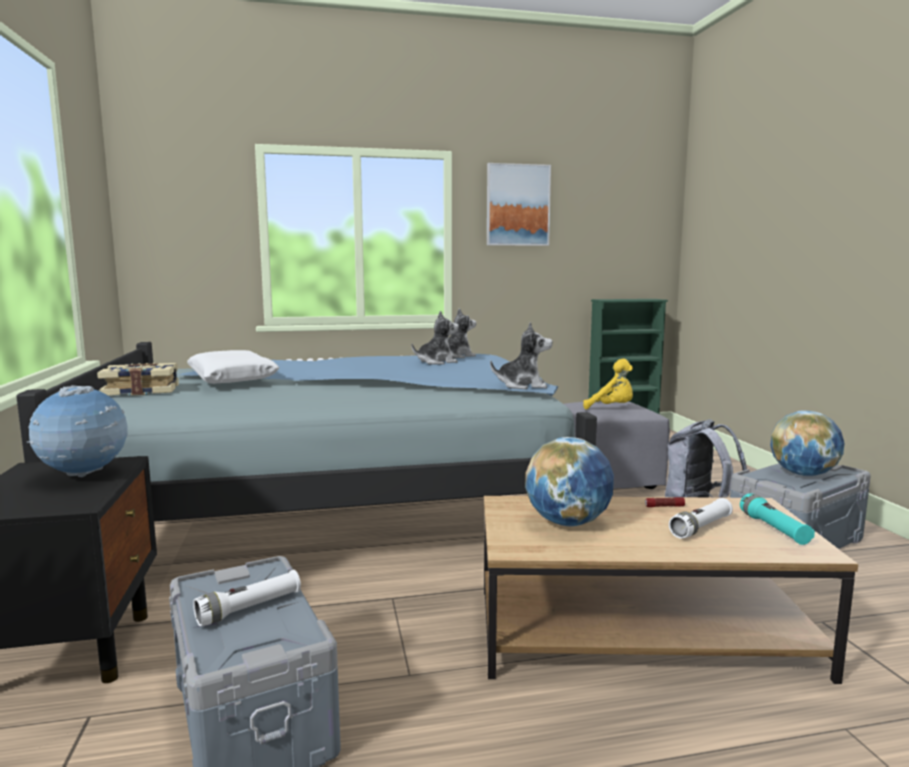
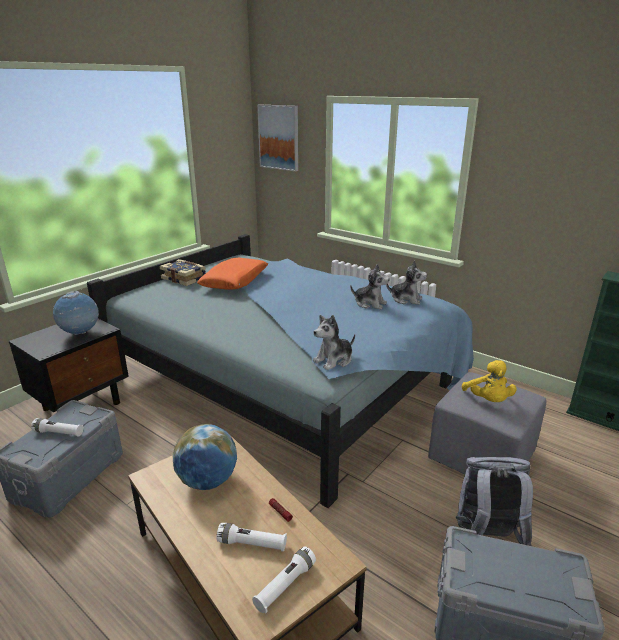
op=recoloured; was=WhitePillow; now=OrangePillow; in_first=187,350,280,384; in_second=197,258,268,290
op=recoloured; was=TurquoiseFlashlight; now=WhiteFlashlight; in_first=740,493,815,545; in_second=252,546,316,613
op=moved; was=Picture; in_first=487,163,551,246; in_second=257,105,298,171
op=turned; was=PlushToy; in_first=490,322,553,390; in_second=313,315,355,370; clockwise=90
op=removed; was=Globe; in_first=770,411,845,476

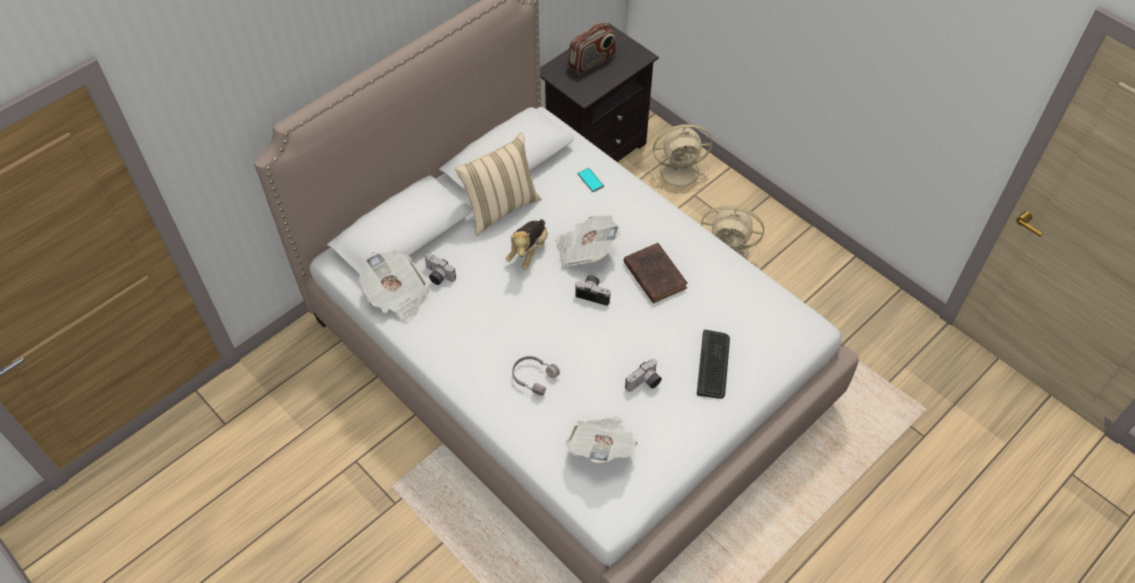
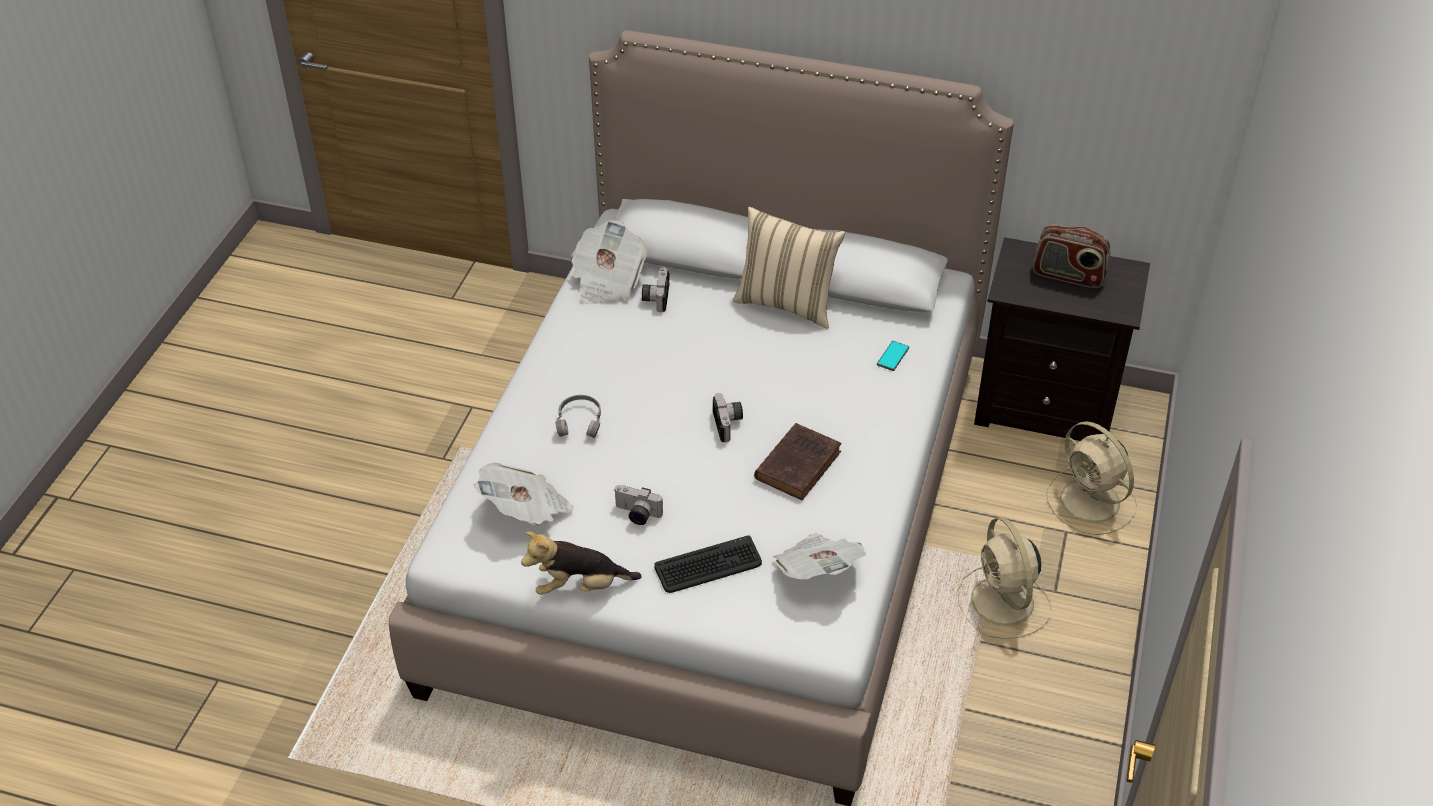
op=moved; was=PlushToy; in_first=506,219,548,270; in_second=521,531,642,595
op=moved; was=Newspaper; in_first=555,215,620,266; in_second=773,533,866,580

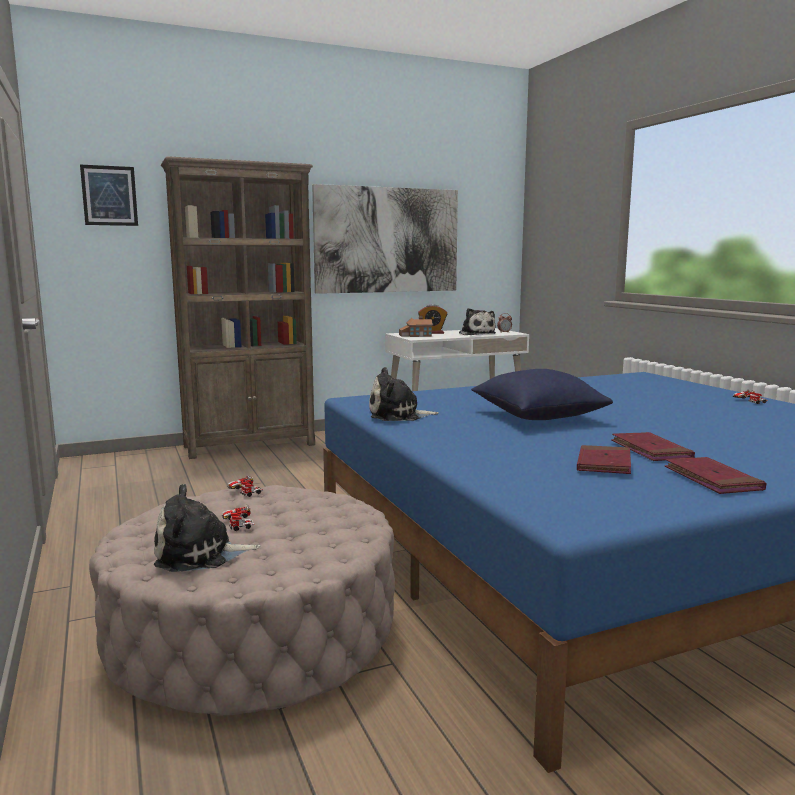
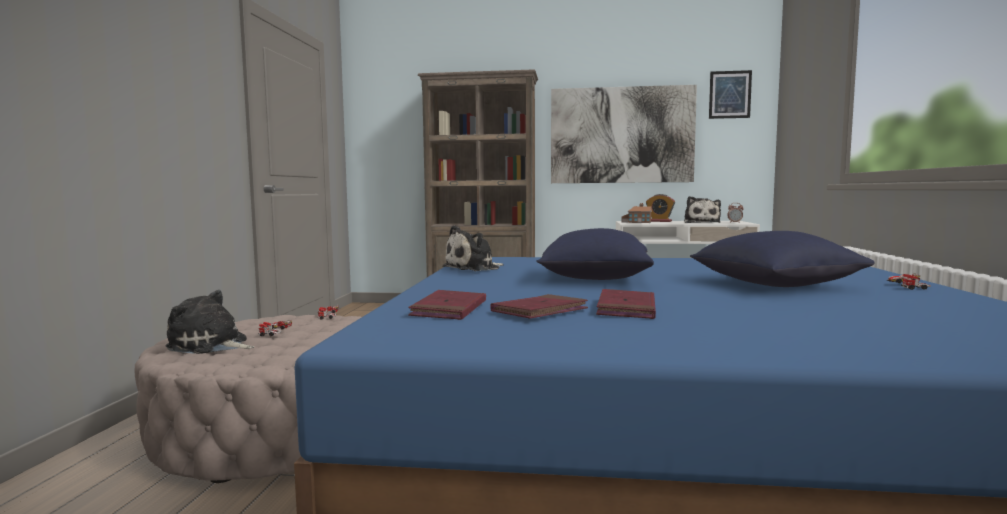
op=moved; was=RedBook; in_first=665,457,767,494; in_second=408,290,486,320
op=turned; was=PlushToy; in_first=369,367,439,421; in_second=442,225,504,271; clockwise=-60
op=added; now=BluePillow; in_second=690,231,875,287
op=moved; was=Picture; in_first=80,165,138,226; in_second=709,70,752,119

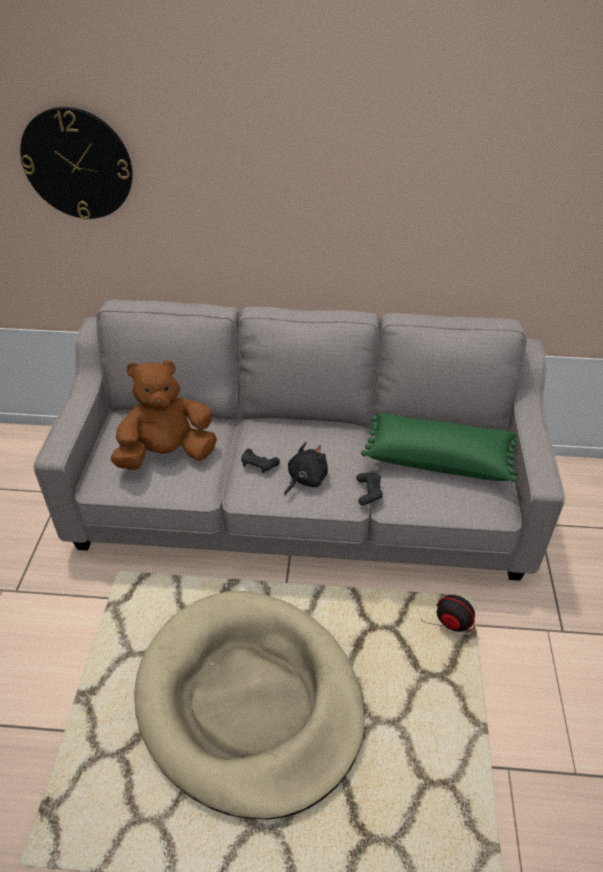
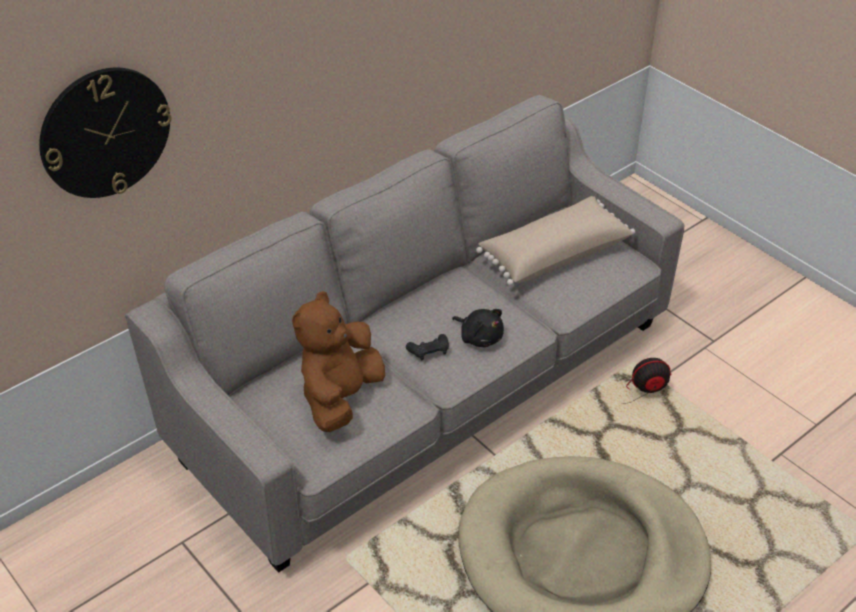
op=turned; was=BlackPlushToy; in_first=284,442,328,495; in_second=452,309,504,347; clockwise=135
op=recoloured; was=GreenPillow; now=BeigePillow; in_first=361,413,517,482; in_second=476,196,635,286
op=removed; was=BlackGameController; in_first=356,473,383,506

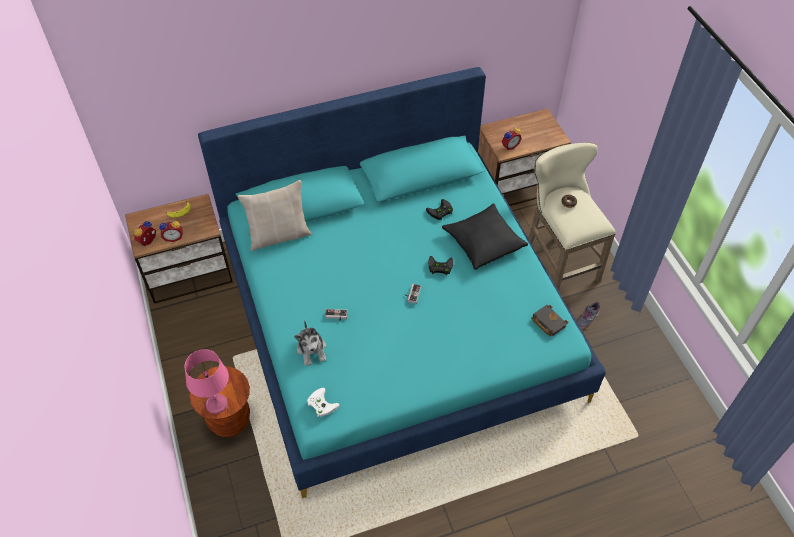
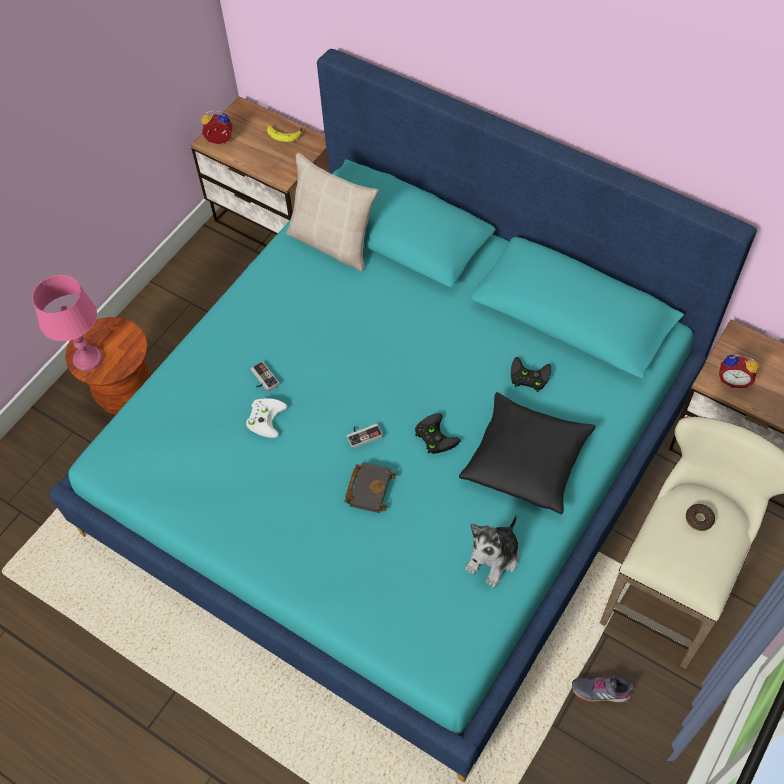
op=moved; was=WhiteGameController; in_first=307,388,339,417; in_second=246,398,287,438
op=moved; was=BlackBook; in_first=531,305,569,336; in_second=344,462,396,513
op=moved; was=PlushToy; in_first=294,320,327,366; in_second=465,515,519,587
op=removed; was=AlarmClock; in_first=159,220,183,242

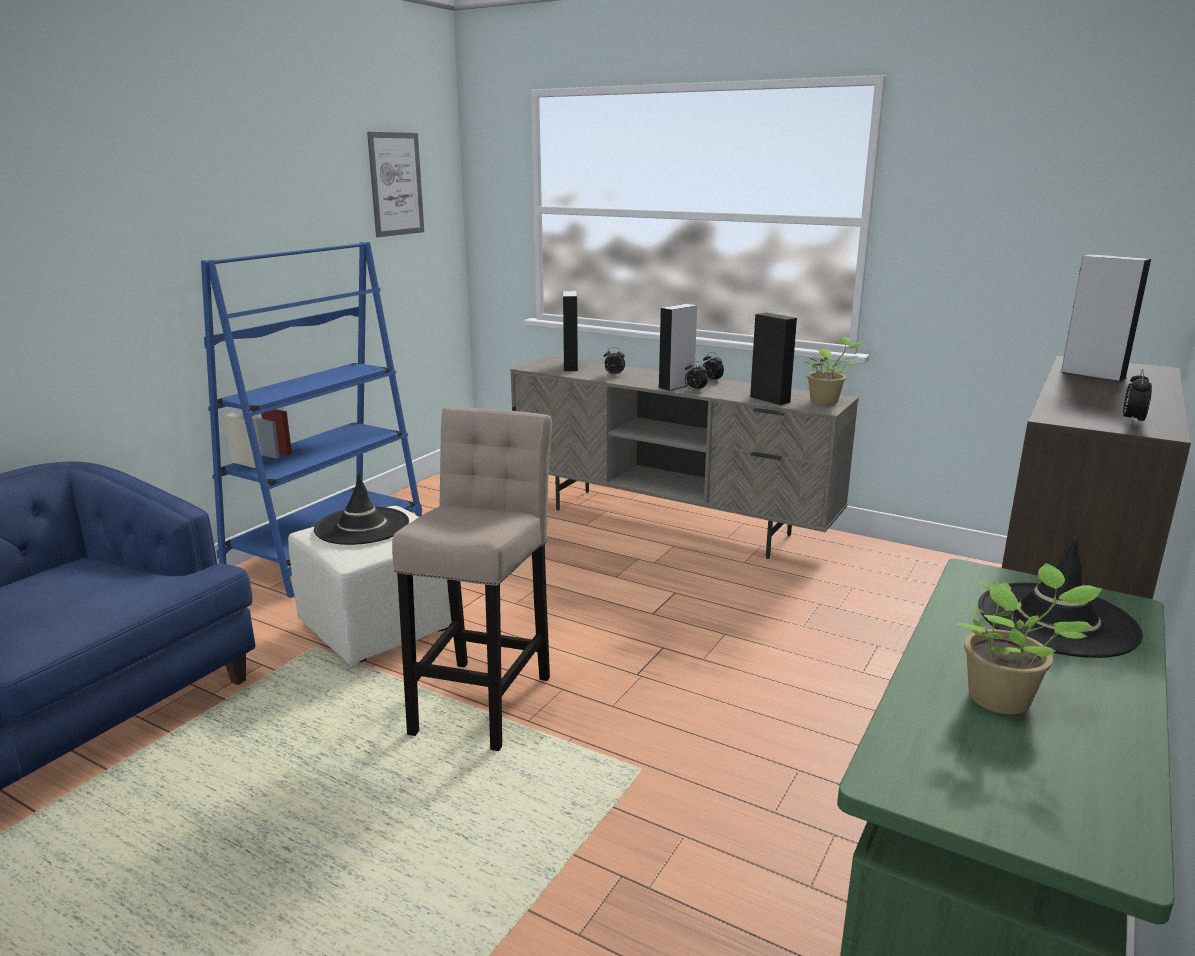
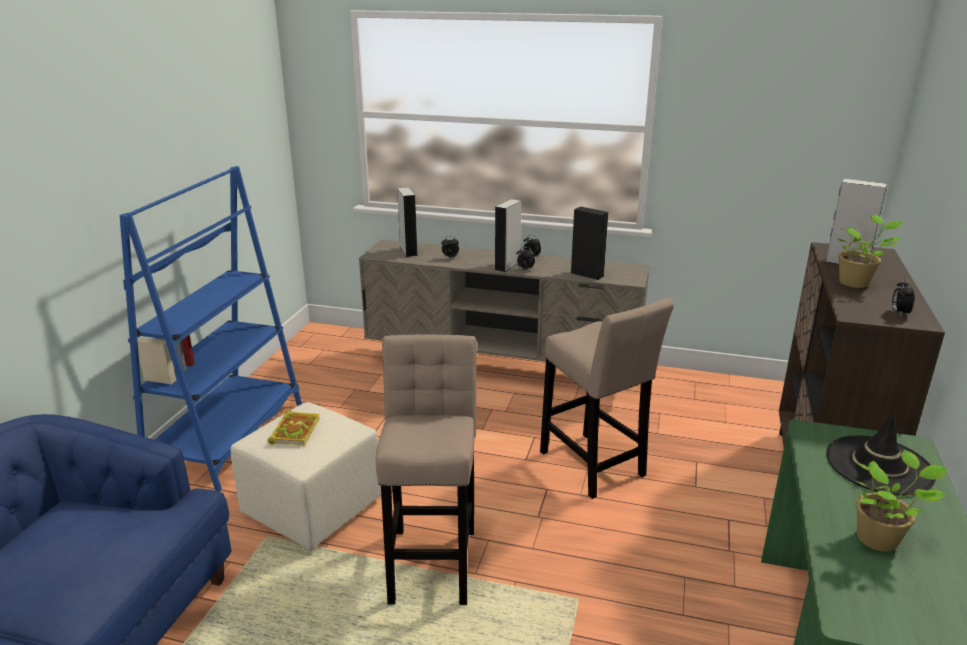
op=replaced; was=BlackHat; now=Book; in_first=314,473,409,545; in_second=267,410,320,445
op=added; now=BeigeStool; in_second=540,298,674,499
op=moved; was=PottedPlant; in_first=804,336,863,405; in_second=837,214,903,288
op=removed; was=Picture; in_first=367,132,424,237

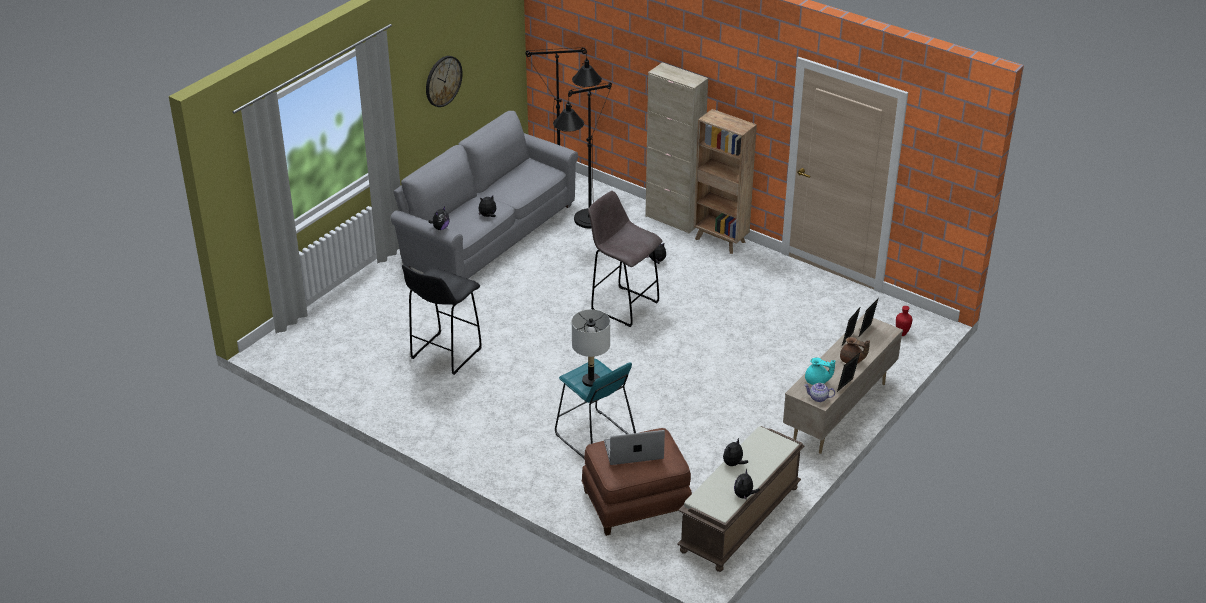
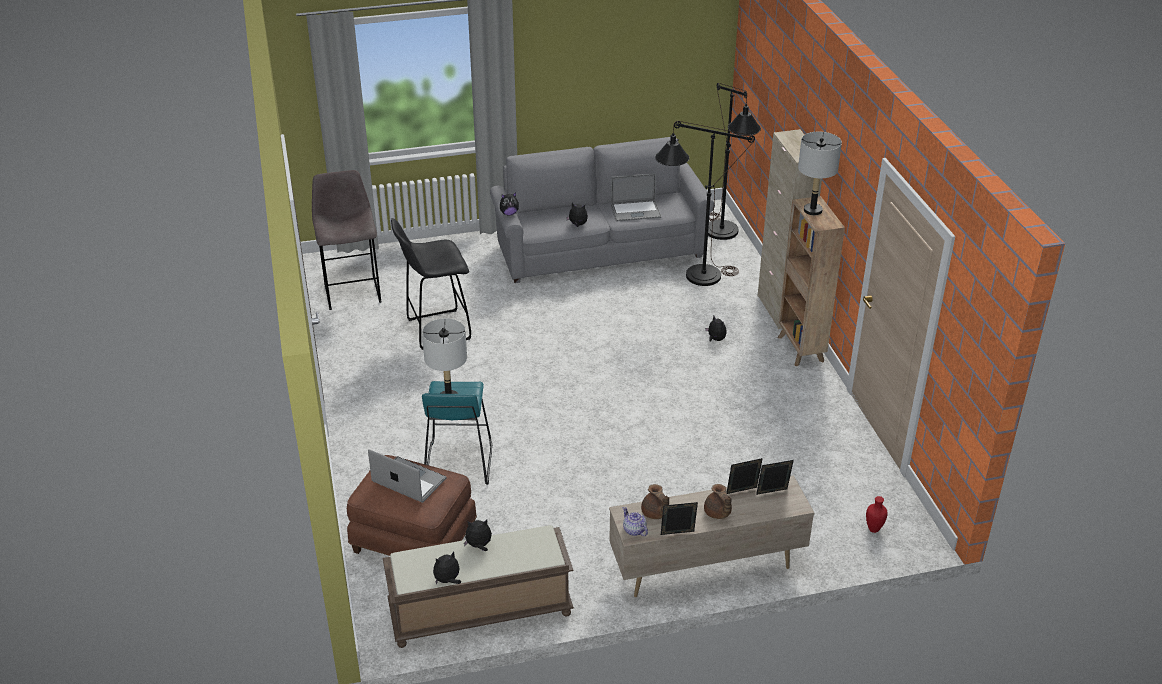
op=moved; was=GreyStool; in_first=588,191,662,327; in_second=312,170,382,310
op=added; now=Laptop; in_second=610,173,661,222
op=recoloured; was=TurquoiseTeapot; now=BrownTeapot; in_first=805,358,835,385; in_second=641,484,669,519
op=added; now=GreyTableLamp; in_second=798,132,842,215
op=removed; was=WallClock; in_first=426,56,463,107

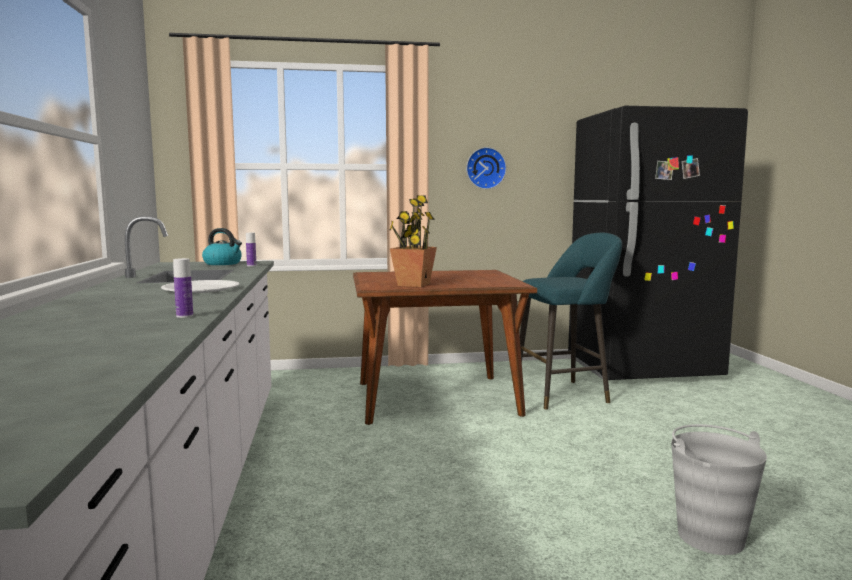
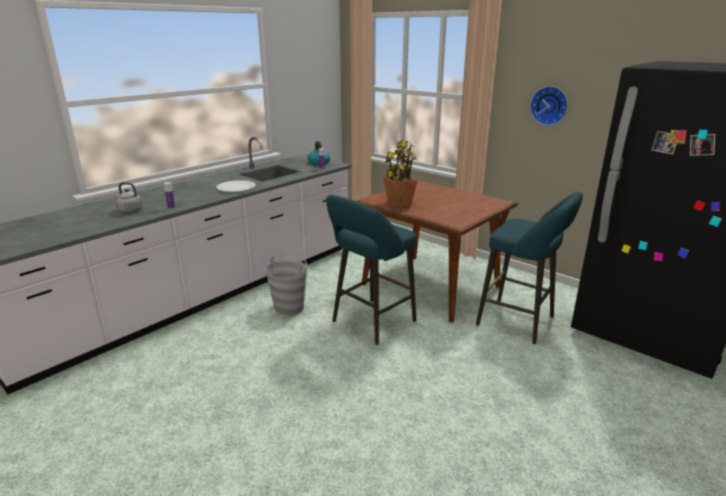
op=added; now=GreyKettle; in_second=112,182,143,213
op=moved; was=GreyBucket; in_first=671,424,767,555; in_second=266,257,307,316
op=added; now=TurquoiseStool; in_second=326,195,416,345

